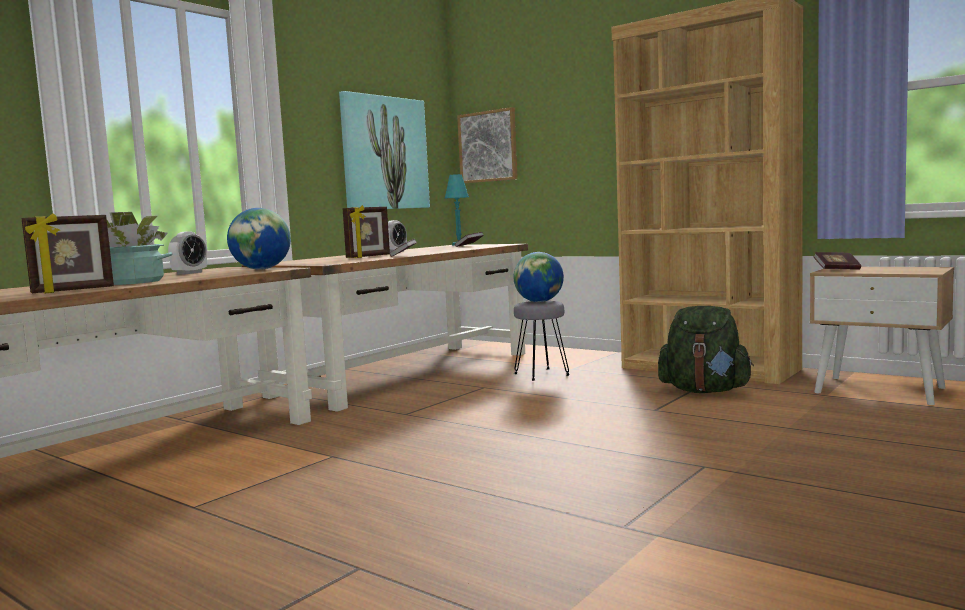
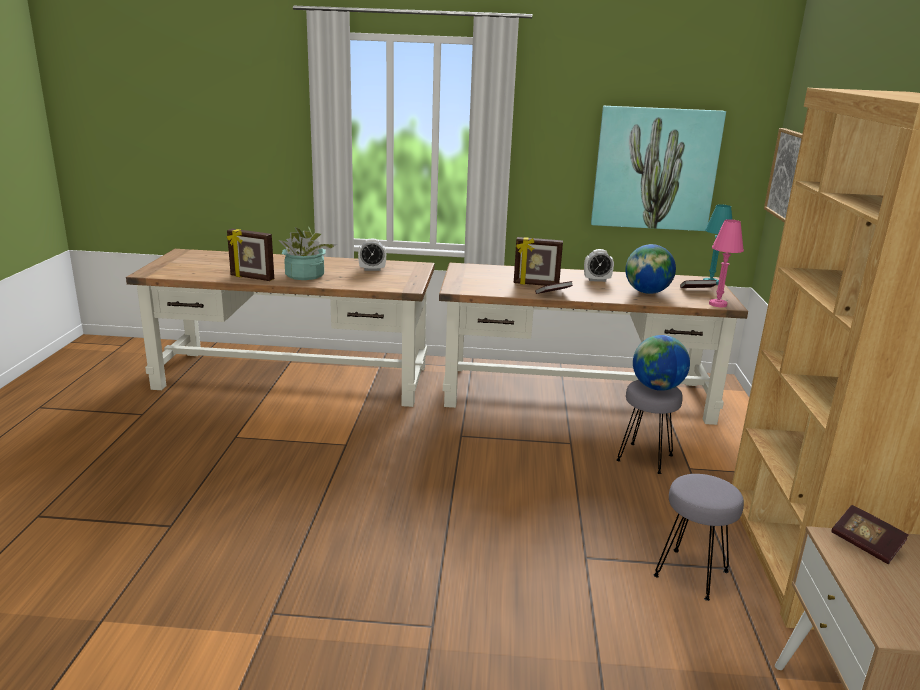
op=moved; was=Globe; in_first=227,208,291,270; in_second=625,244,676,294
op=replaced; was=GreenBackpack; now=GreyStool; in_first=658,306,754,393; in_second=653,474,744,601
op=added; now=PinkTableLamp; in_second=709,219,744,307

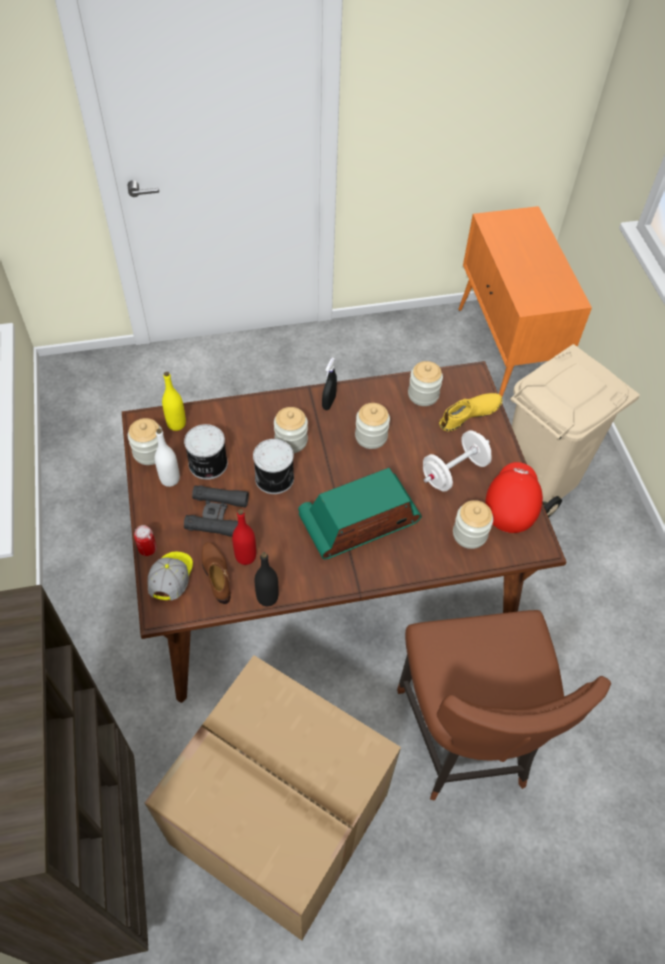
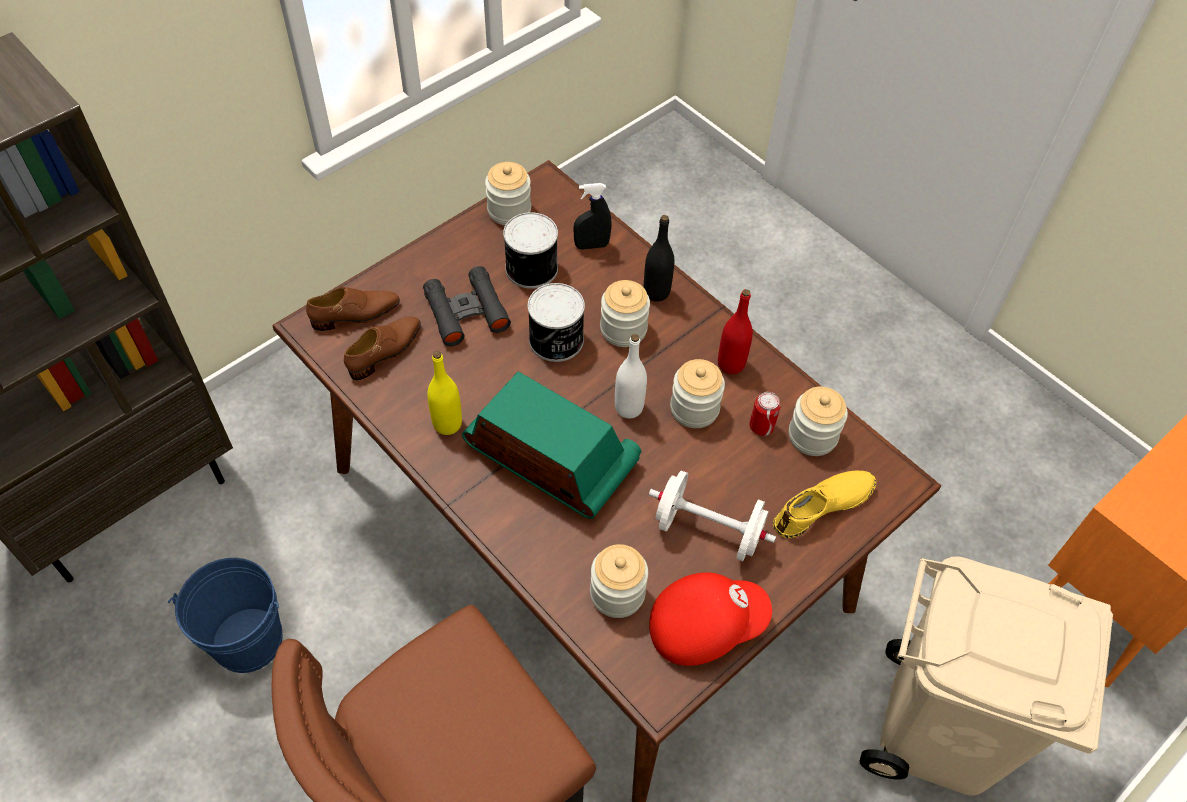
op=replaced; was=CardboardBox; now=BlueBucket; in_first=145,655,401,941; in_second=168,558,283,673
op=replaced; was=Cap; now=BrownShoe; in_first=147,552,193,600; in_second=306,287,400,331
op=moved; was=YellowBottle; in_first=162,372,186,431; in_second=427,351,462,435
op=moved; was=BlackSprayBottle; in_first=322,358,337,410; in_second=573,183,612,250
op=moved; was=WhiteBottle; in_first=155,429,180,487; in_second=615,334,647,418
op=moved; was=BlackBottle; in_first=254,552,279,606; in_second=644,215,674,302
op=moved; was=RedBottle; in_first=232,509,256,565; in_second=718,289,753,374
op=moved; was=Can; in_first=134,525,157,556; in_second=749,392,781,436
op=turned; was=YellowShoe; in_first=439,393,503,431; in_second=773,471,876,538; clockwise=-60

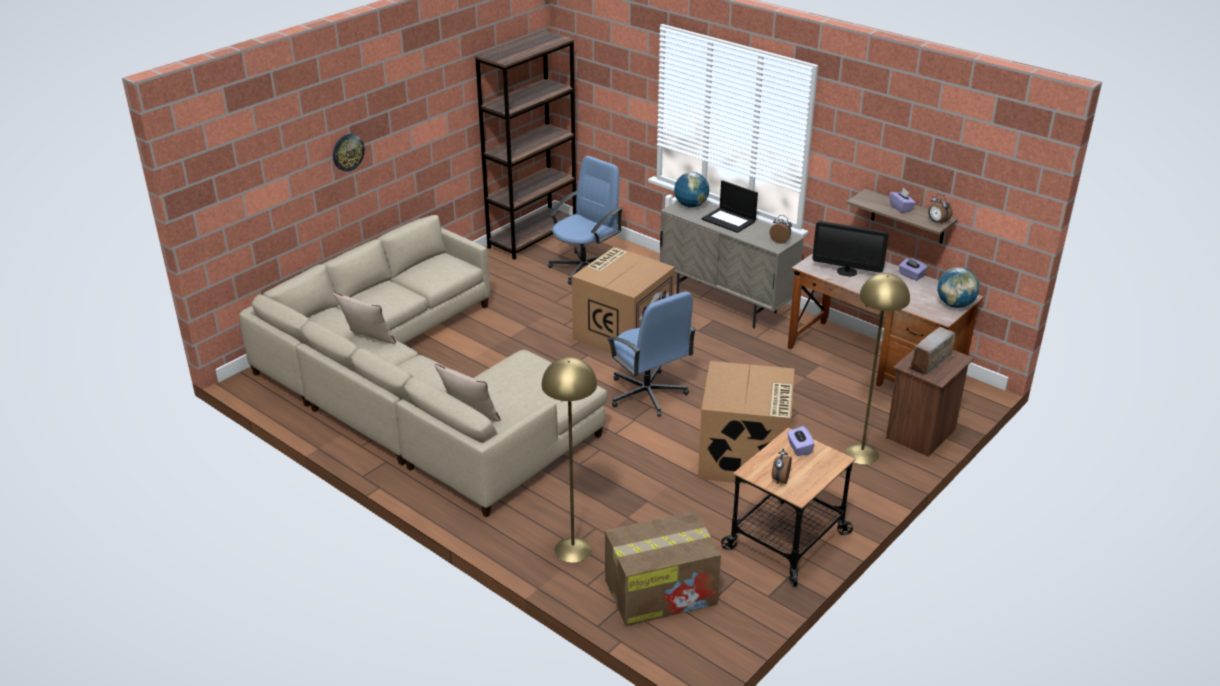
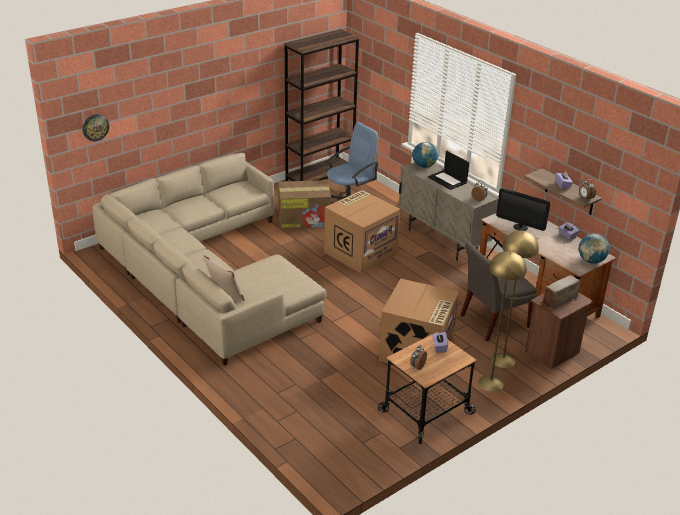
op=moved; was=WallClock; in_first=333,134,365,172; in_second=83,114,109,141
op=moved; was=CardboardBox; in_first=605,511,721,626; in_second=278,180,331,229
op=added; now=GreyChair; in_second=461,241,537,341
op=moved; was=YellowFloorLamp; in_first=542,357,597,563; in_second=478,251,527,392
op=removed; was=BeigePillow; in_first=333,292,396,344
op=removed; was=BlueOfficeChair; in_first=607,292,696,417

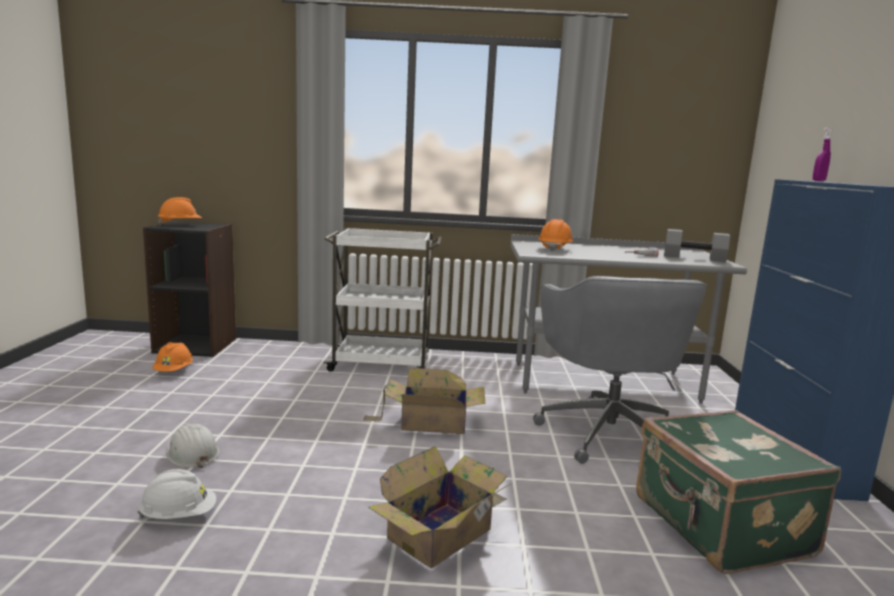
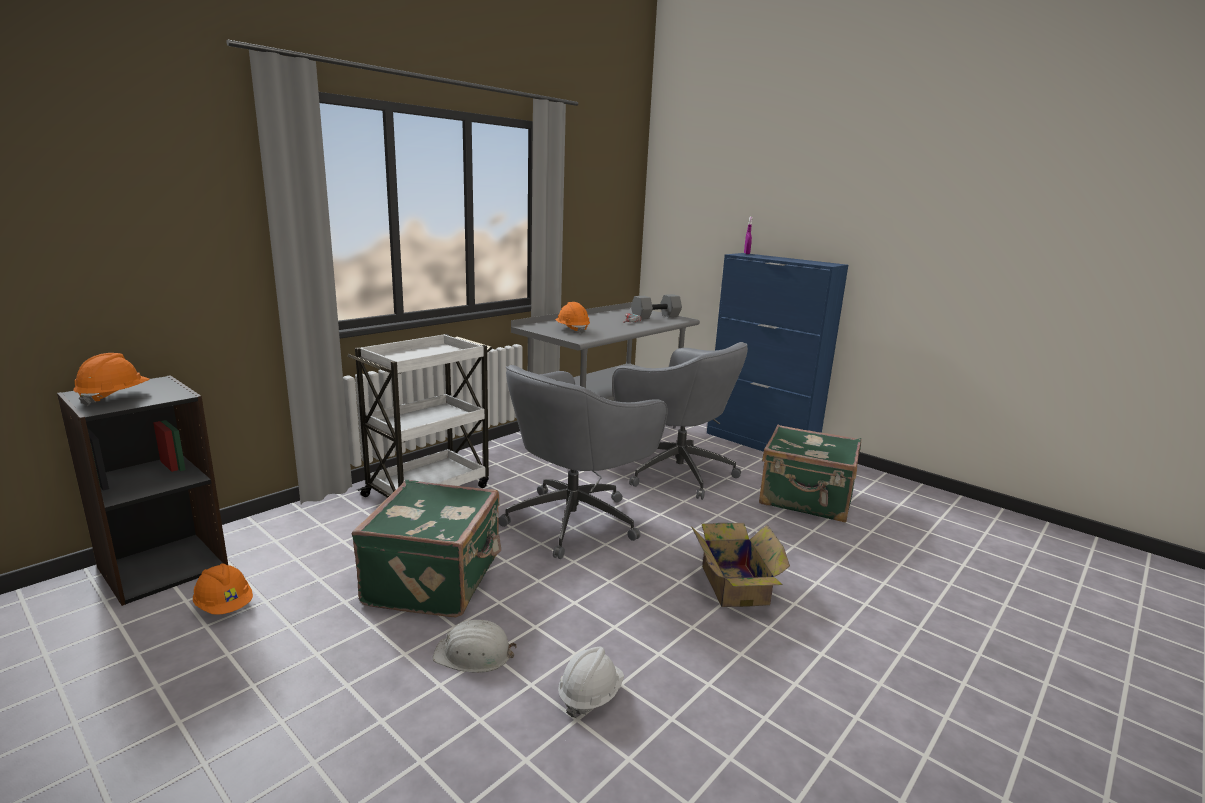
op=added; now=GreenSuitcase; in_second=352,480,501,618
op=replaced; was=CardboardBox; now=GreyOfficeChair; in_first=363,368,485,434; in_second=498,365,668,559

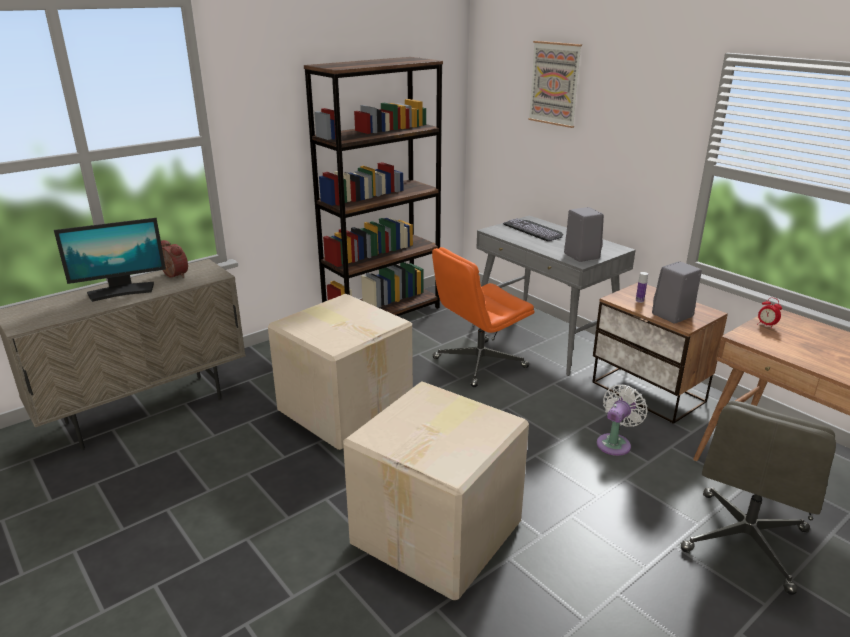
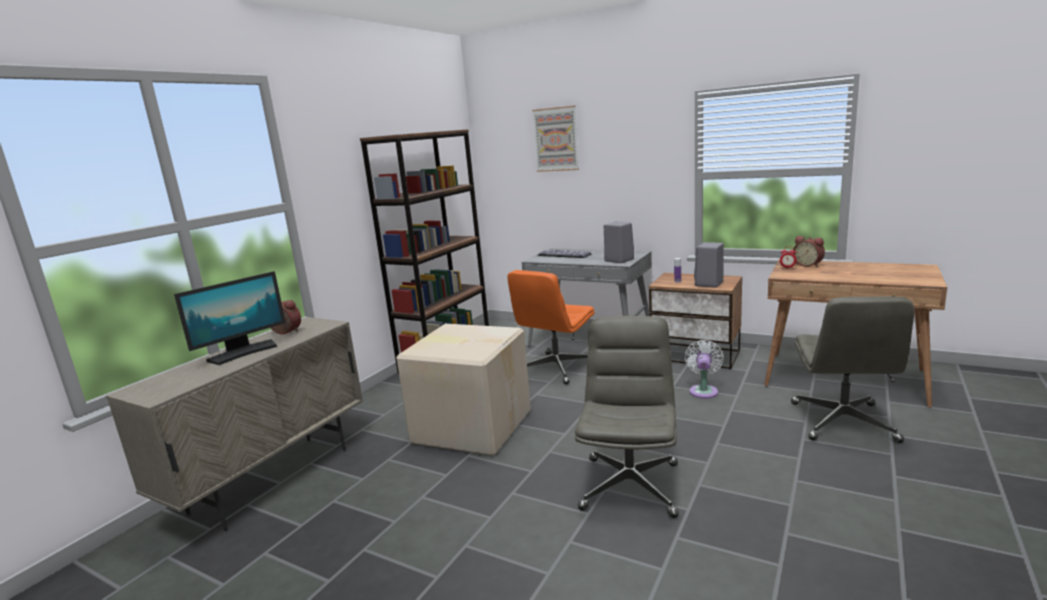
op=replaced; was=CardboardBox; now=GreyOfficeChair; in_first=343,381,529,600; in_second=575,316,679,518
op=added; now=AlarmClock; in_second=793,236,825,267

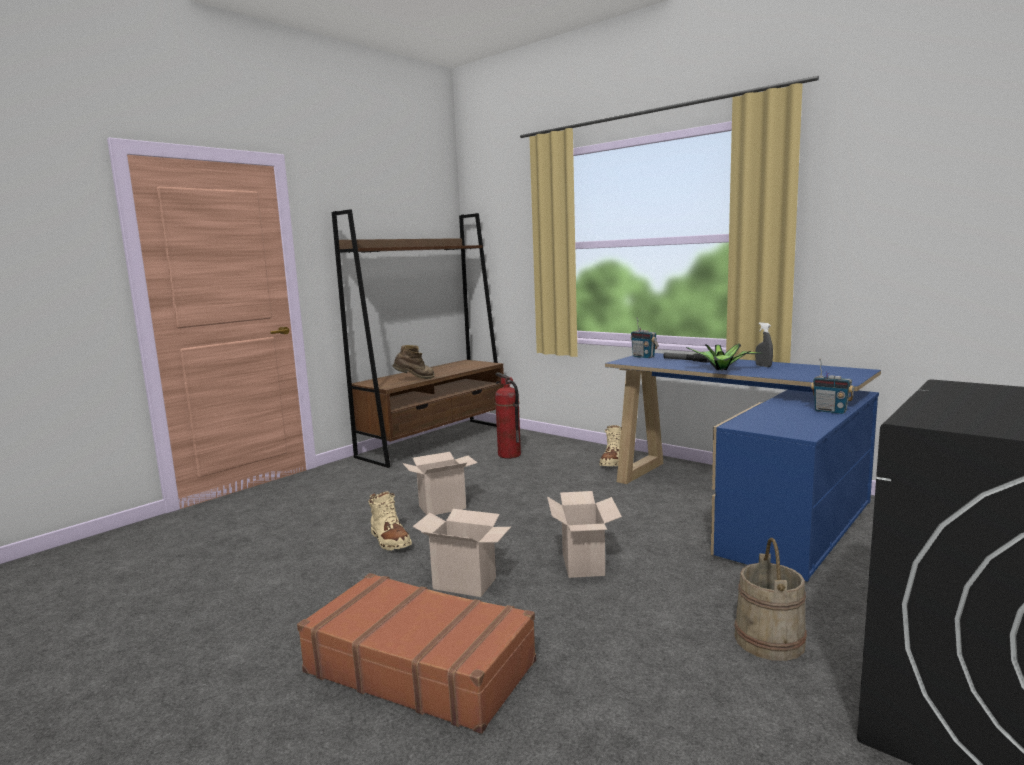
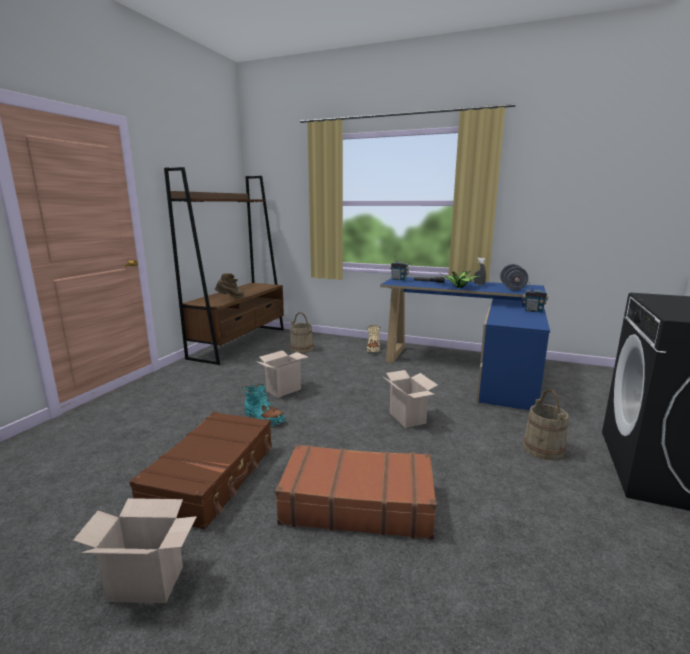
op=moved; was=CardboardBox; in_first=413,509,511,597; in_second=73,498,197,603
op=added; now=BrownSuitcase; in_second=129,412,272,530
op=recoloured; was=BeigeBoot; now=TurquoiseBoot; in_first=368,491,412,551; in_second=243,383,286,426
op=replaced; was=FireExtinguisher; now=BeigeBucket; in_first=495,372,521,458; in_second=290,312,313,353
op=added; now=GreyDumbbell; in_second=500,264,528,290

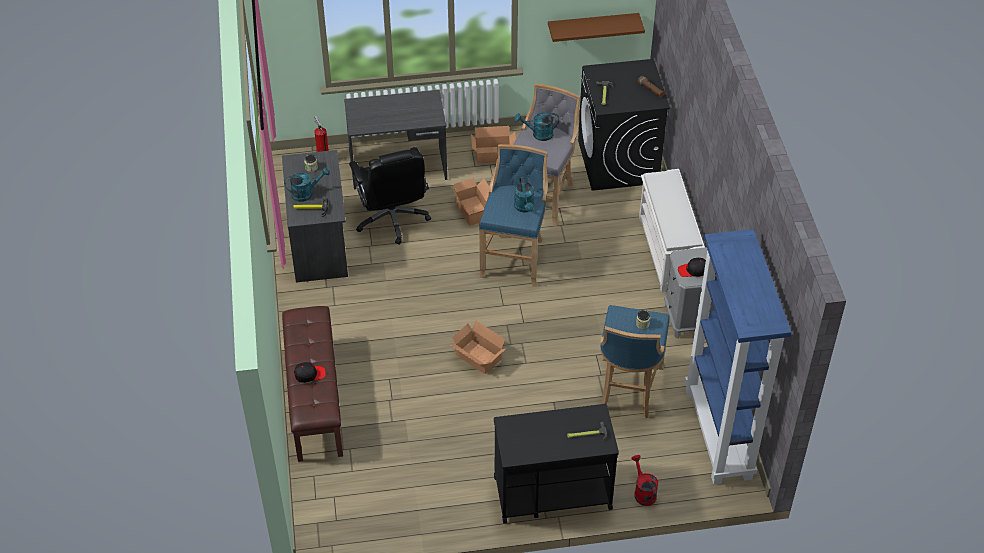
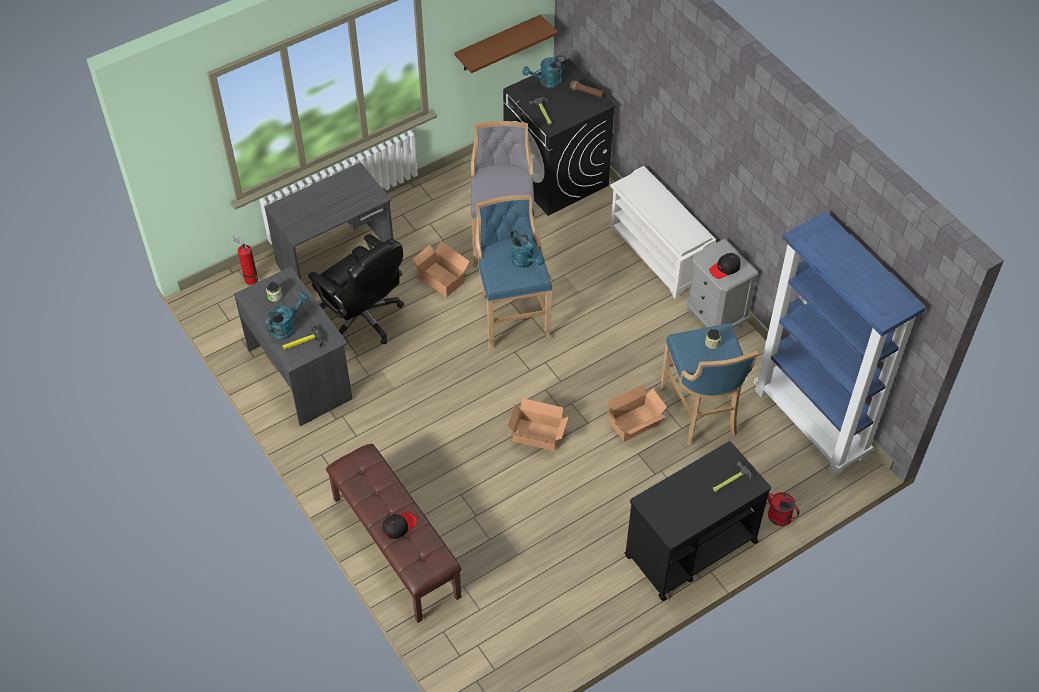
op=moved; was=TurquoiseWateringCan; in_first=515,112,559,141; in_second=523,55,566,89
op=moved; was=CardboardBox; in_first=471,126,516,163; in_second=606,384,667,442

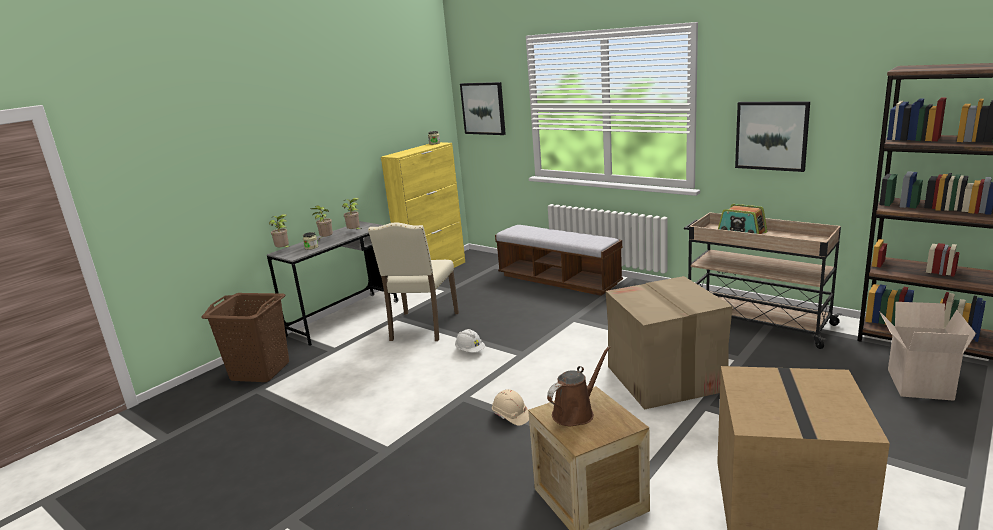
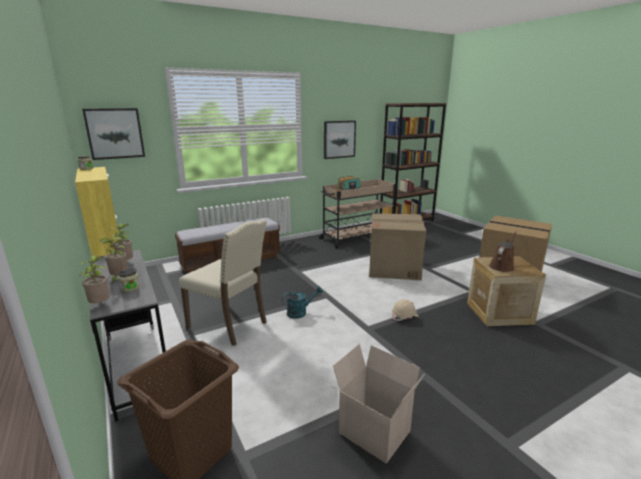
op=replaced; was=WhiteHardHat; now=TurquoiseWateringCan; in_first=455,329,485,352; in_second=282,286,323,319
op=moved; was=CardboardBox; in_first=879,302,976,401; in_second=330,344,425,463
op=turned; was=BrownWateringCan; in_first=547,346,611,426; in_second=489,232,517,272; clockwise=60

